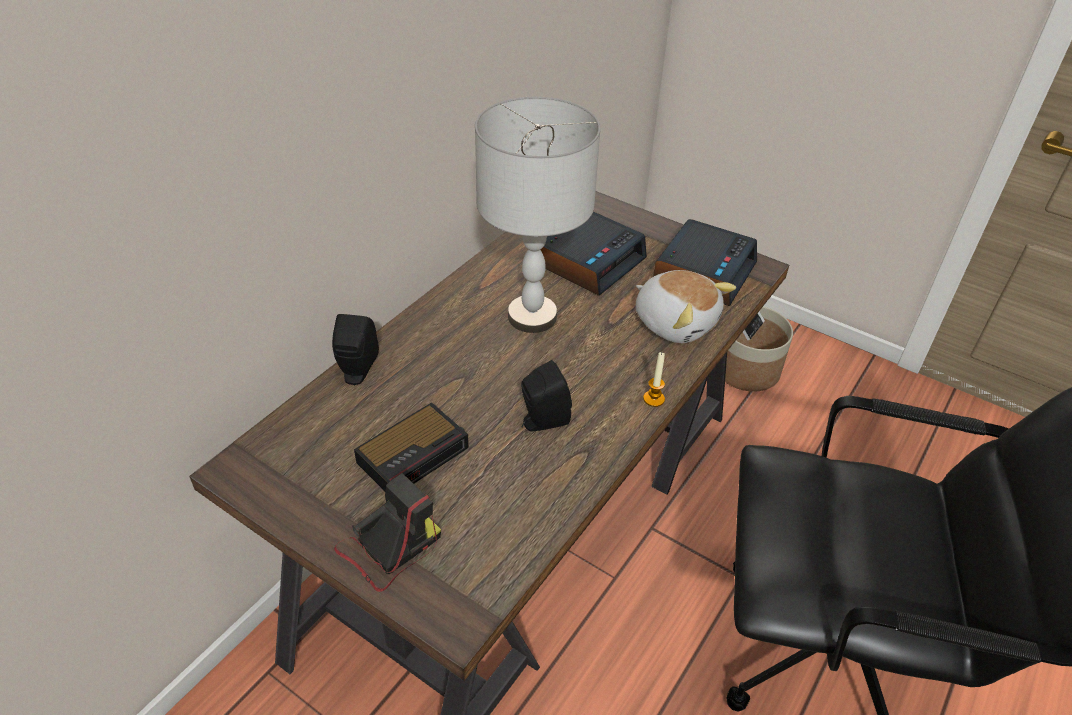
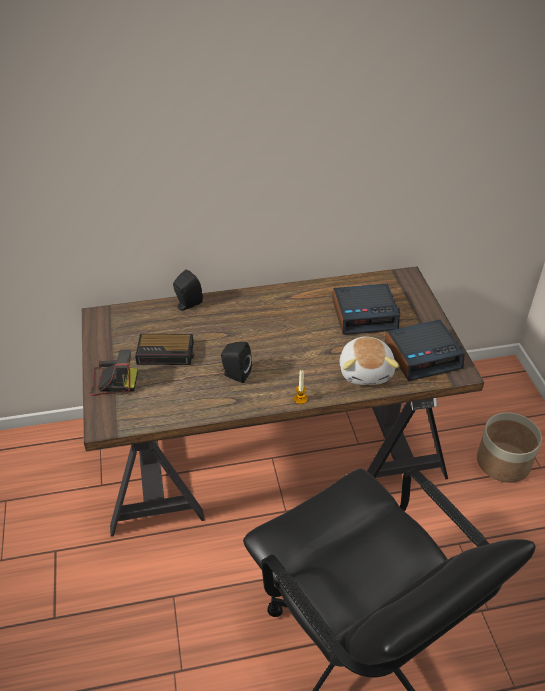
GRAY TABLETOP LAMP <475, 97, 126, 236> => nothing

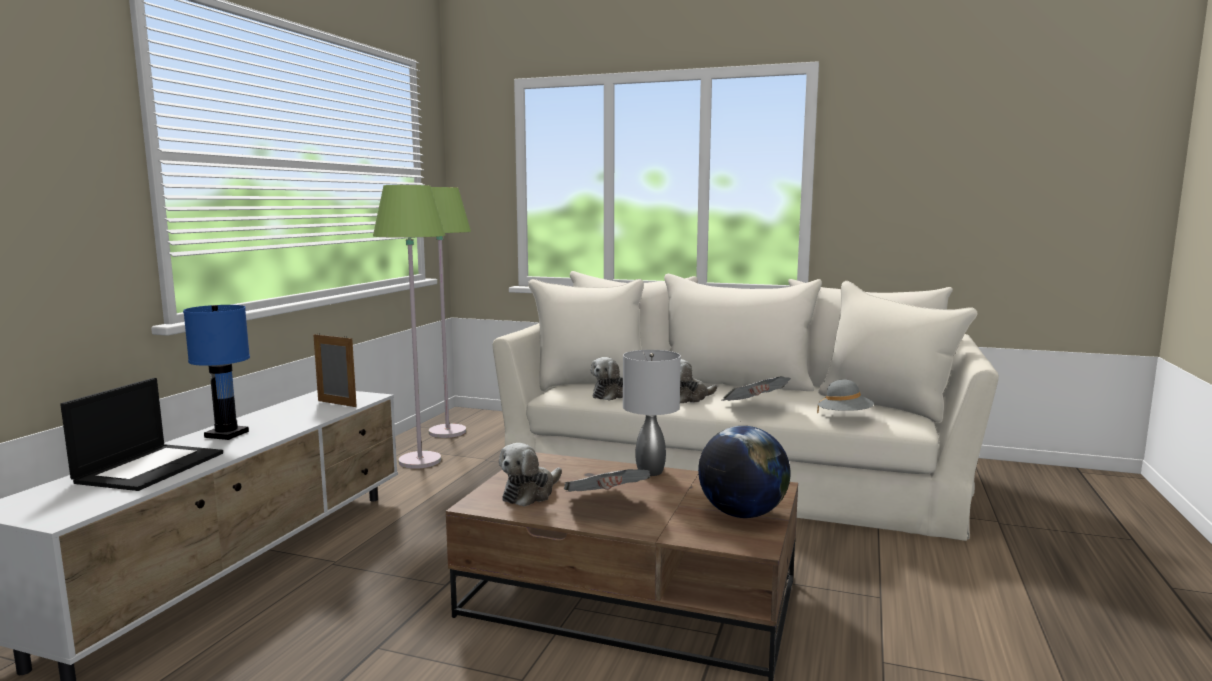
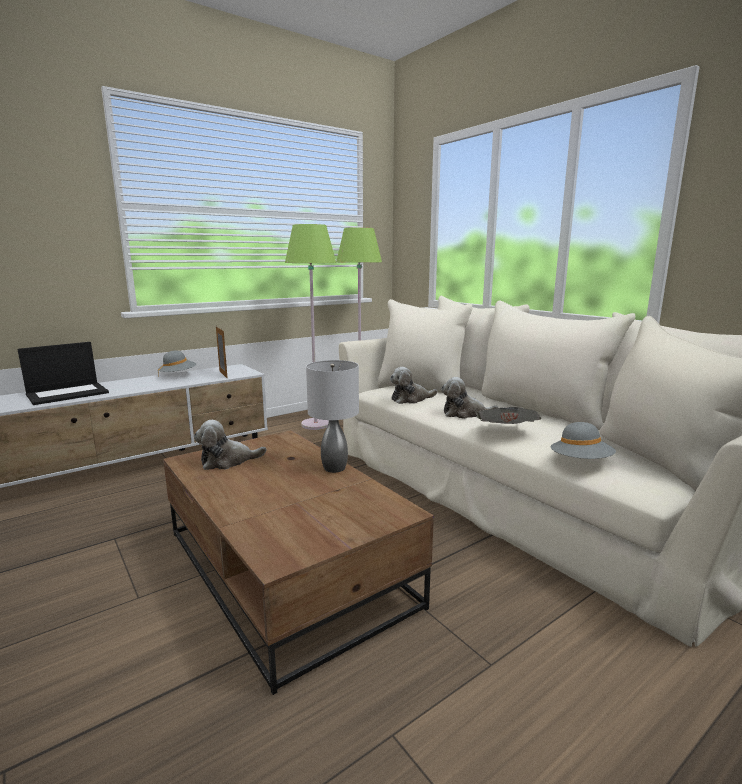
BLUE TABLETOP LAMP <183, 305, 67, 135> => nothing
NEWSPAPER <564, 469, 86, 23> => nothing
WORLD GLOBE <698, 426, 92, 92> => nothing
nothing => GRAY CLOTHING HAT <158, 351, 38, 25>

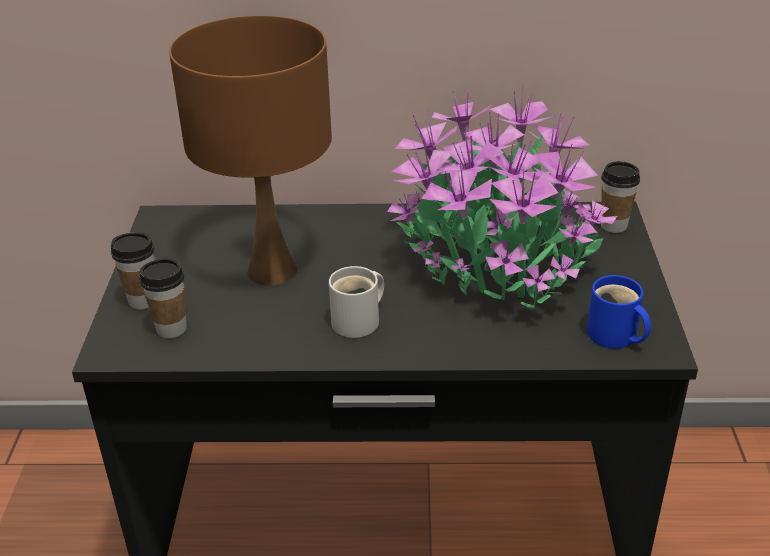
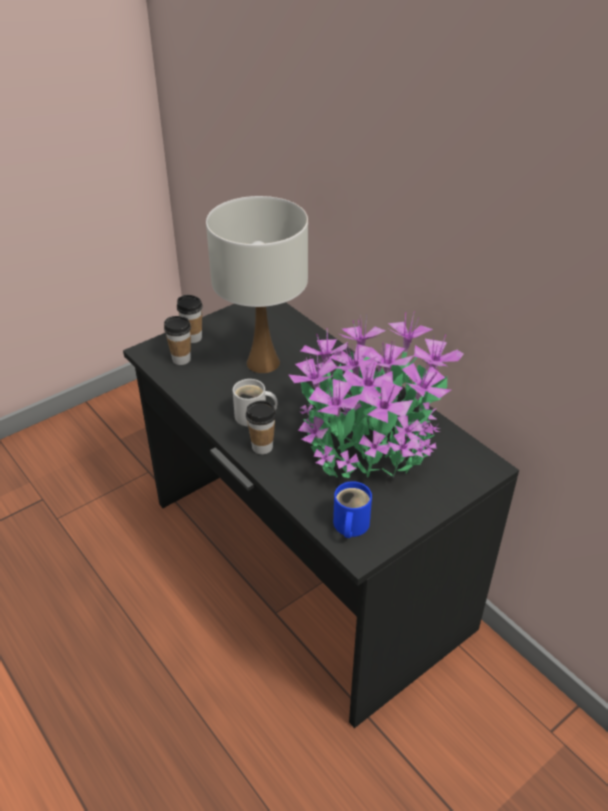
CUP <601, 161, 39, 72> => CUP <246, 400, 30, 54>, relocated
BROWN-COLOURED TABLETOP LAMP <169, 16, 163, 269> => WHITISH TABLETOP LAMP <206, 196, 102, 177>

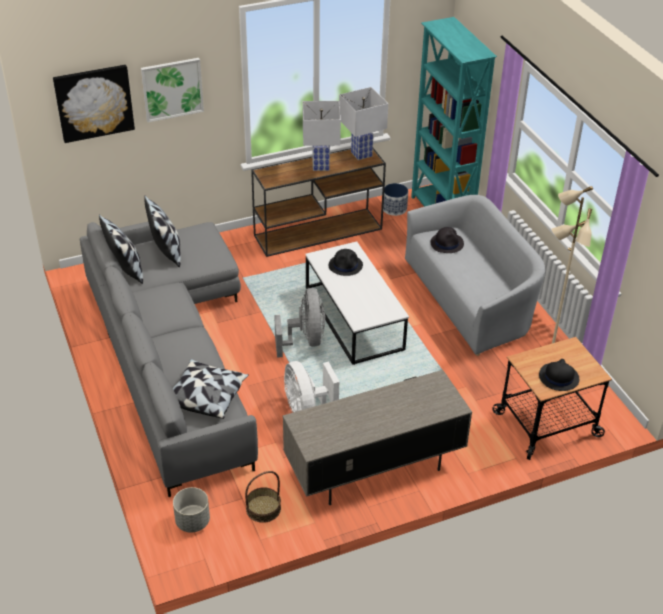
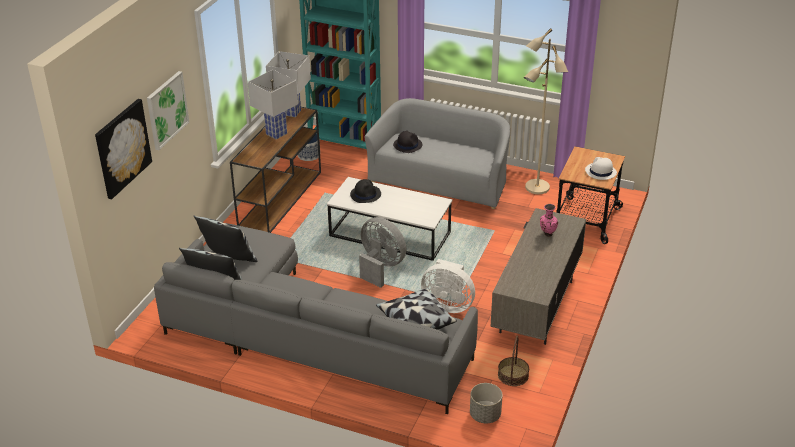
nothing => PINK-COLOURED DECORATIVE VASE <540, 204, 18, 33>
BLACK CLOTHING HAT <539, 359, 40, 32> => WHITISH CLOTHING HAT <585, 157, 32, 23>

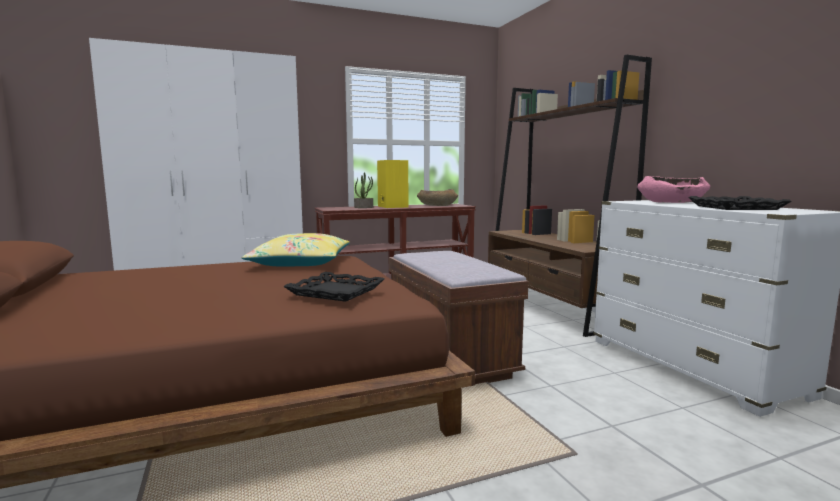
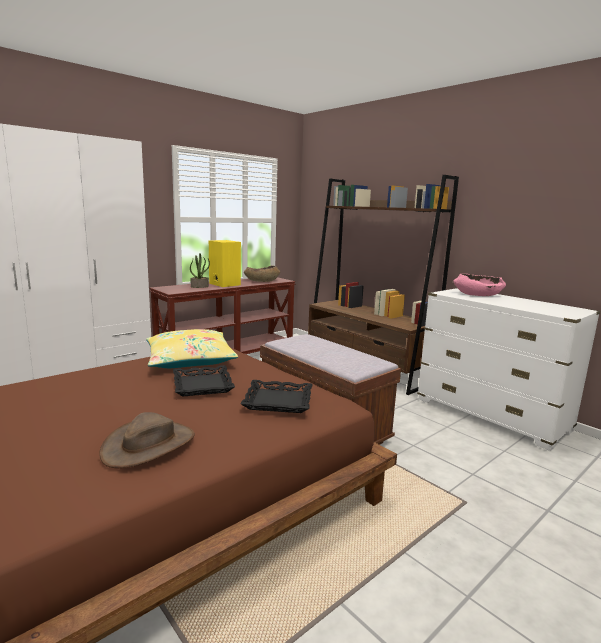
nothing => BROWN-COLOURED CLOTHING HAT <99, 412, 96, 56>
BLACK CARRYING TRAY <688, 196, 104, 14> => BLACK CARRYING TRAY <173, 365, 62, 32>, relocated

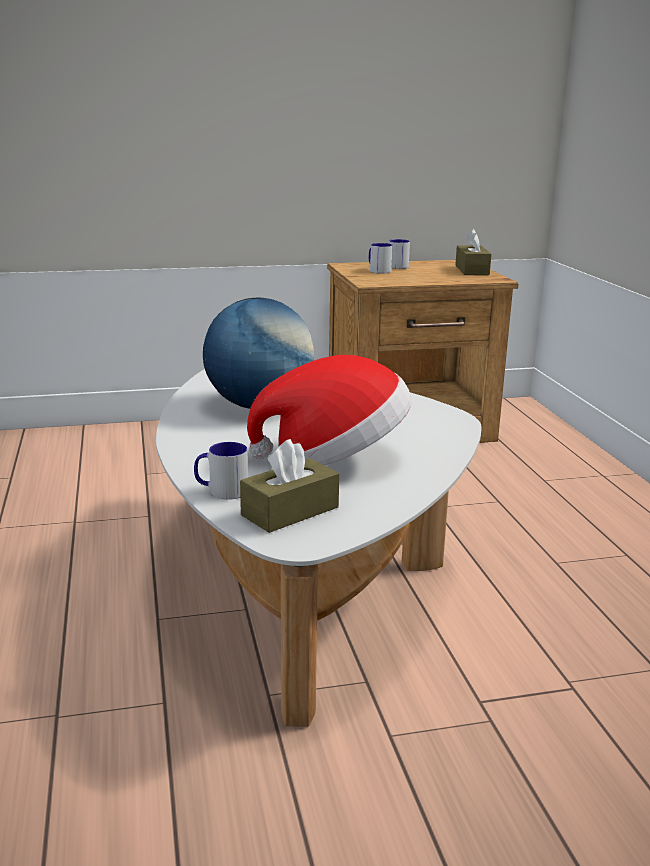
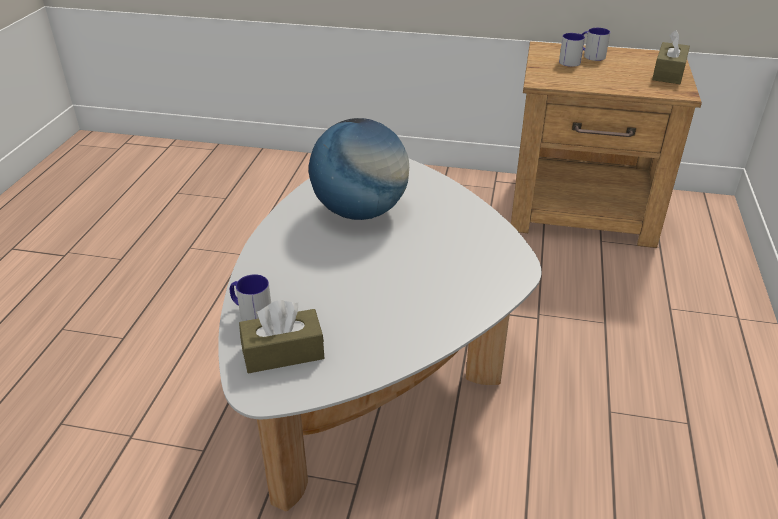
CLOTHING HAT <247, 355, 165, 110> => nothing

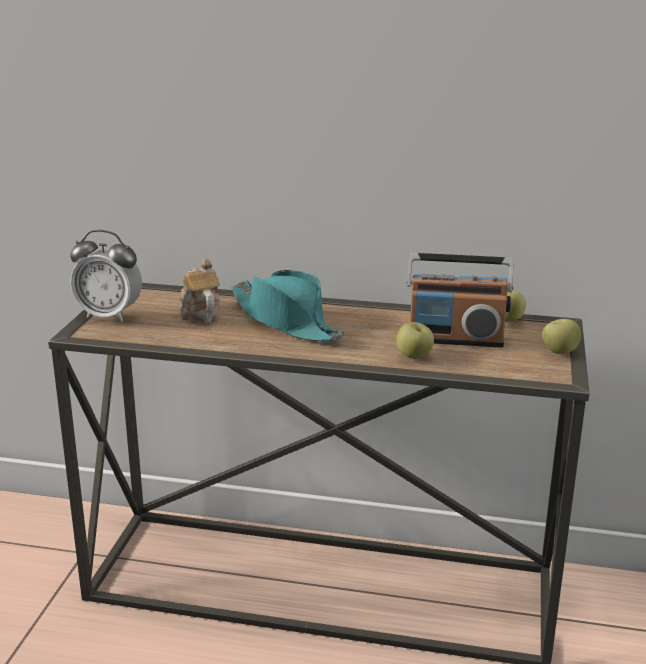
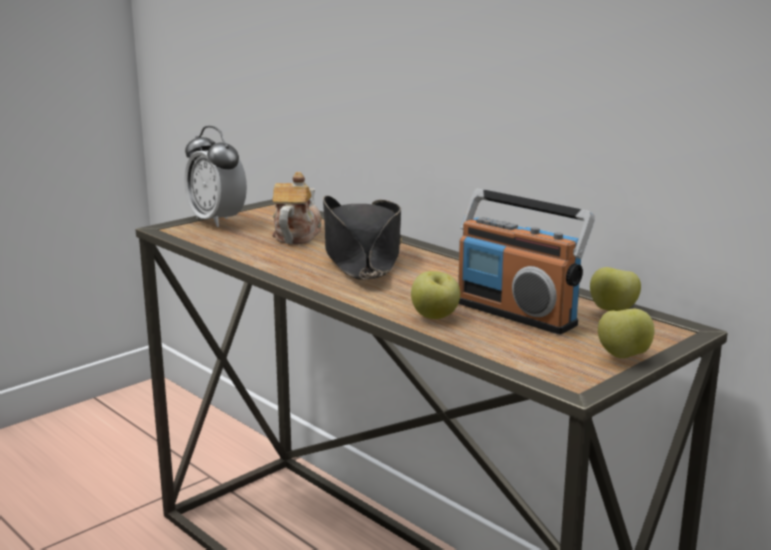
TURQUOISE-COLOURED CLOTHING HAT <231, 270, 114, 71> => BLACK CLOTHING HAT <323, 196, 79, 84>

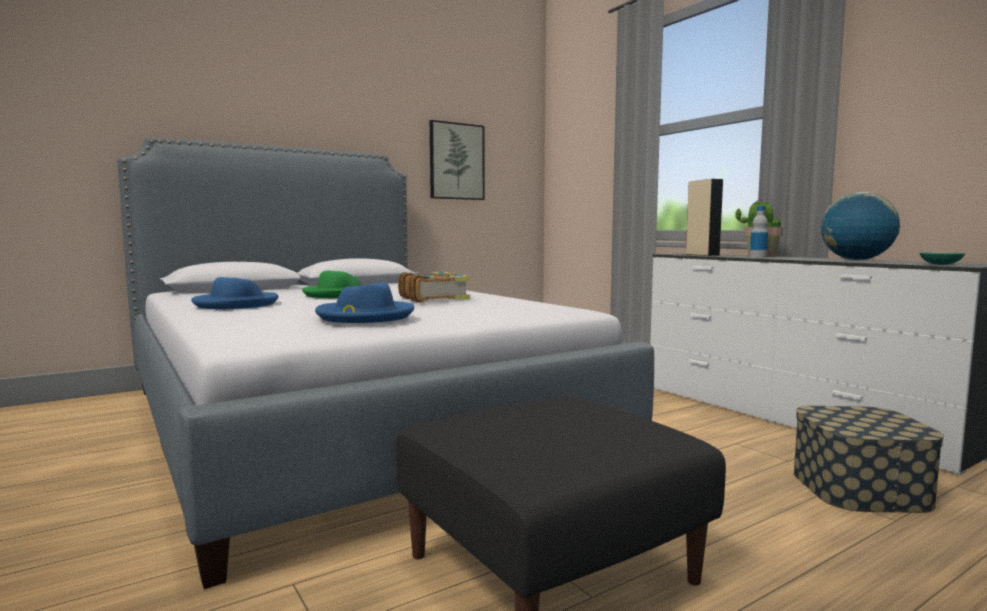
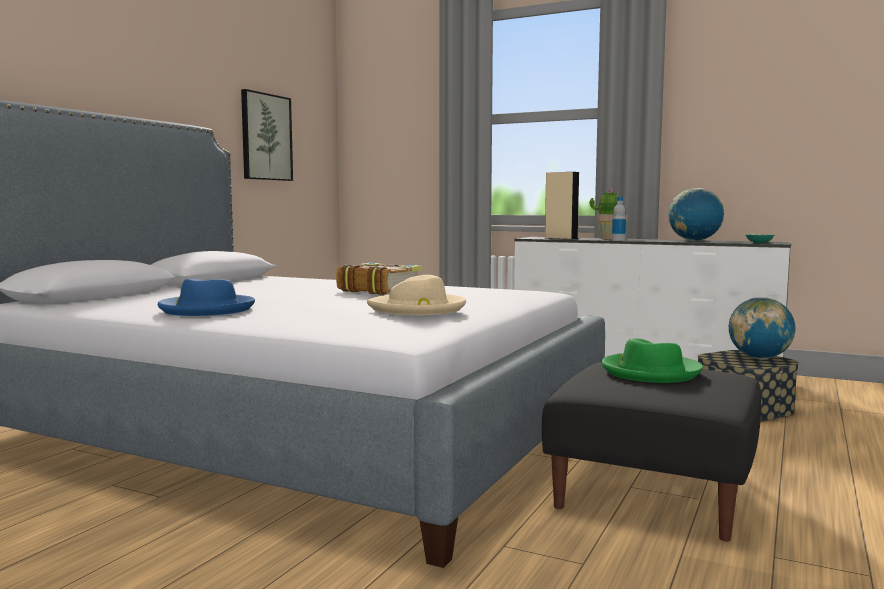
nothing => WORLD GLOBE <729, 297, 67, 62>
GREEN-COLOURED CLOTHING HAT <302, 271, 59, 27> => GREEN-COLOURED CLOTHING HAT <601, 339, 102, 44>, relocated
BLUE CLOTHING HAT <315, 282, 99, 41> => SAND-COLOURED CLOTHING HAT <367, 275, 99, 40>

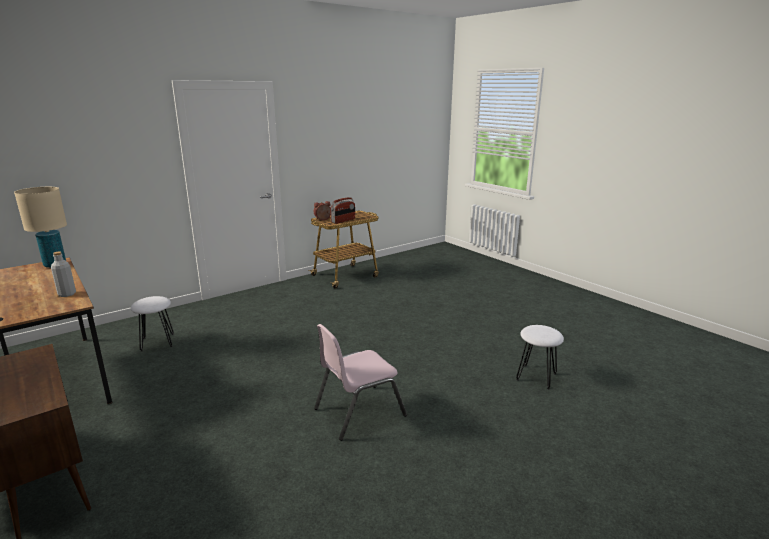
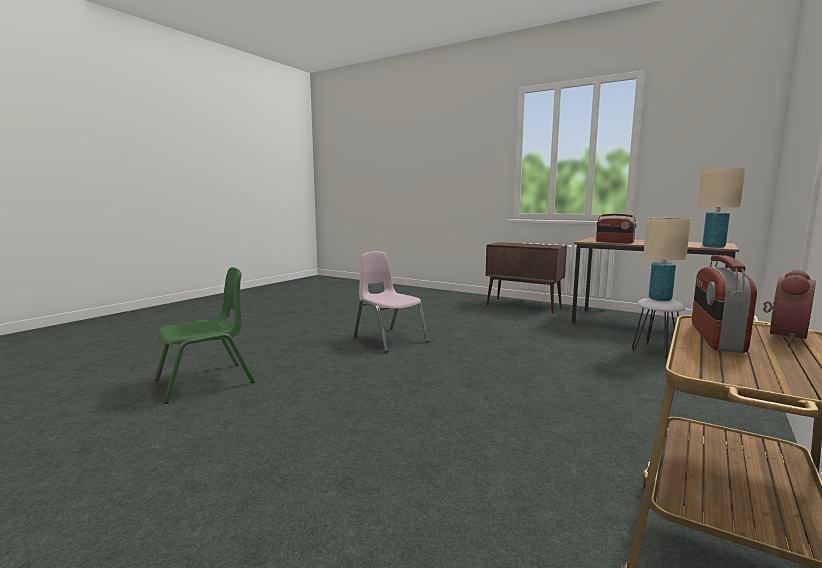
nothing => SAND-COLOURED TABLETOP LAMP <643, 218, 48, 83>
GRAY BOTTLE <51, 252, 25, 45> => RADIO <596, 214, 41, 30>
WHITISH STOOL <516, 325, 48, 64> => GREEN-COLOURED UPRIGHT CHAIR <155, 267, 100, 137>
PINK-COLOURED UPRIGHT CHAIR <314, 324, 93, 117> => PINK-COLOURED UPRIGHT CHAIR <354, 251, 75, 101>, 75 degrees counterclockwise

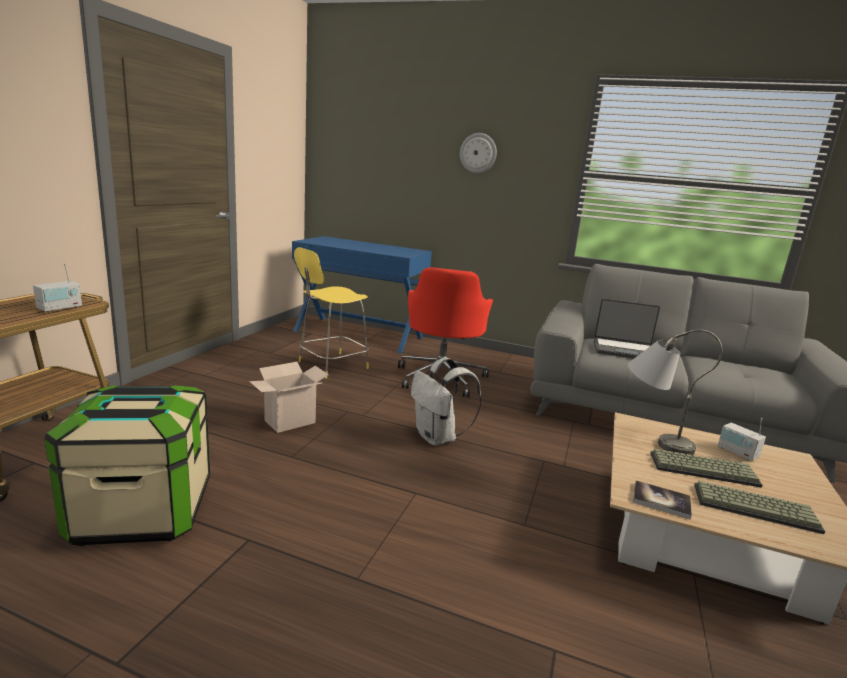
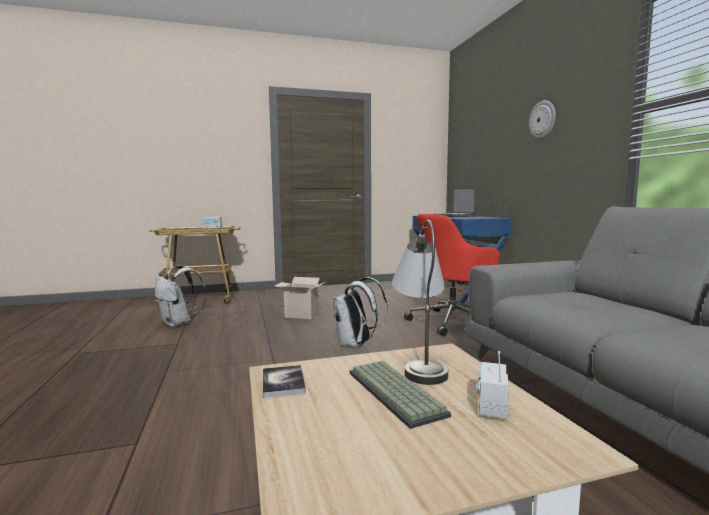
YELLOWISH STOOL <294, 247, 75, 131> => nothing
PC KEYBOARD <694, 481, 131, 53> => nothing
LAPTOP <594, 299, 66, 59> => LAPTOP <436, 188, 40, 29>, relocated
STORAGE BIN <44, 385, 166, 161> => WHITISH KNAPSACK <155, 266, 52, 61>

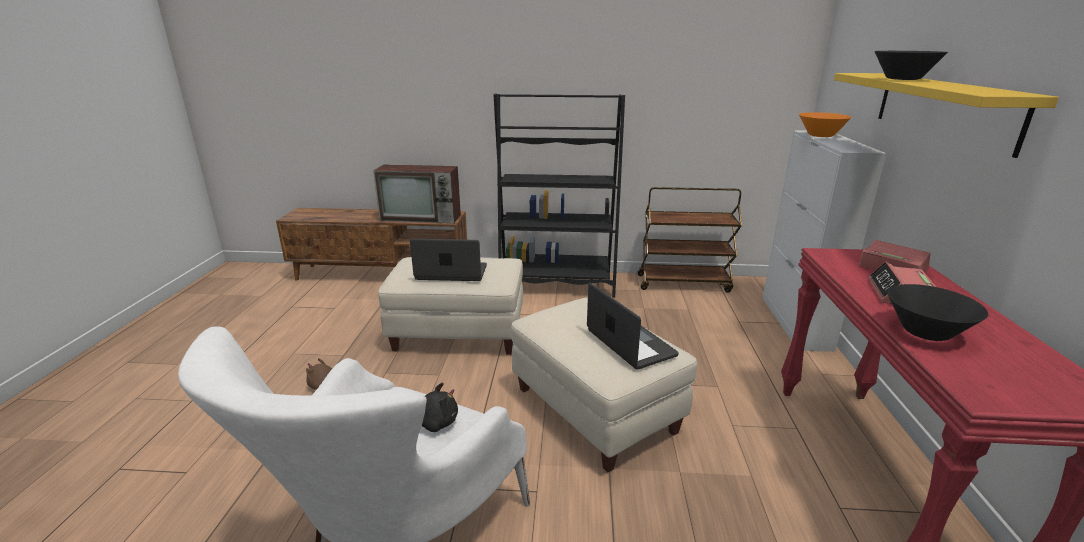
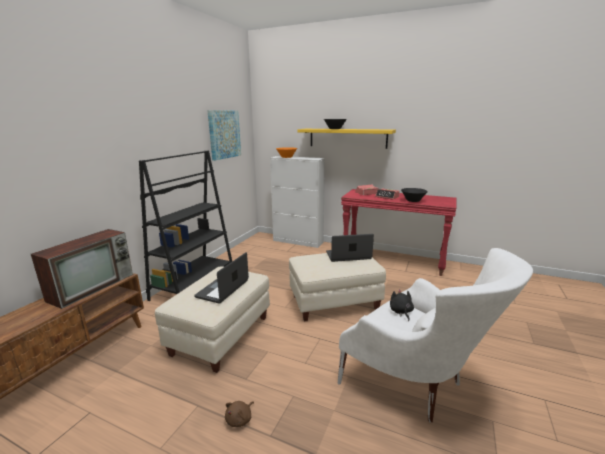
BROWN-COLOURED WHEELED CART <637, 187, 105, 106> => nothing
nothing => PICTURE <207, 110, 34, 51>

